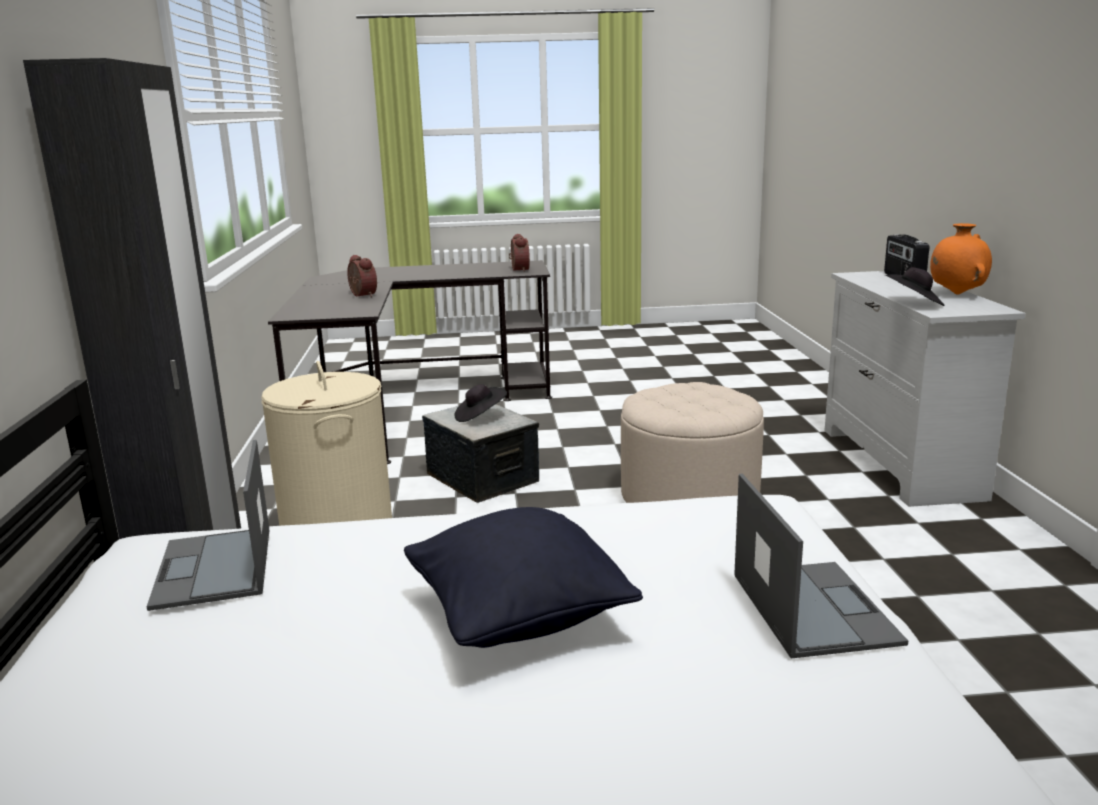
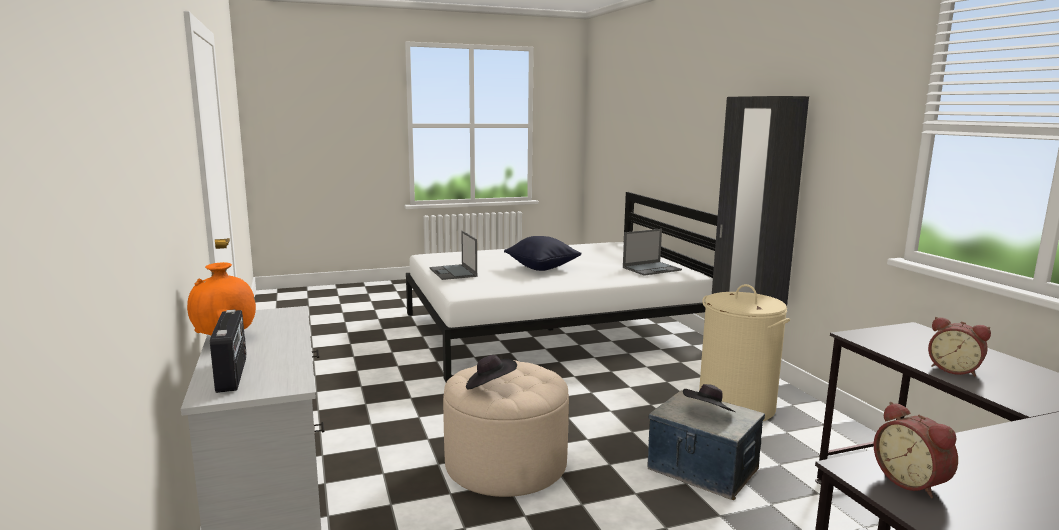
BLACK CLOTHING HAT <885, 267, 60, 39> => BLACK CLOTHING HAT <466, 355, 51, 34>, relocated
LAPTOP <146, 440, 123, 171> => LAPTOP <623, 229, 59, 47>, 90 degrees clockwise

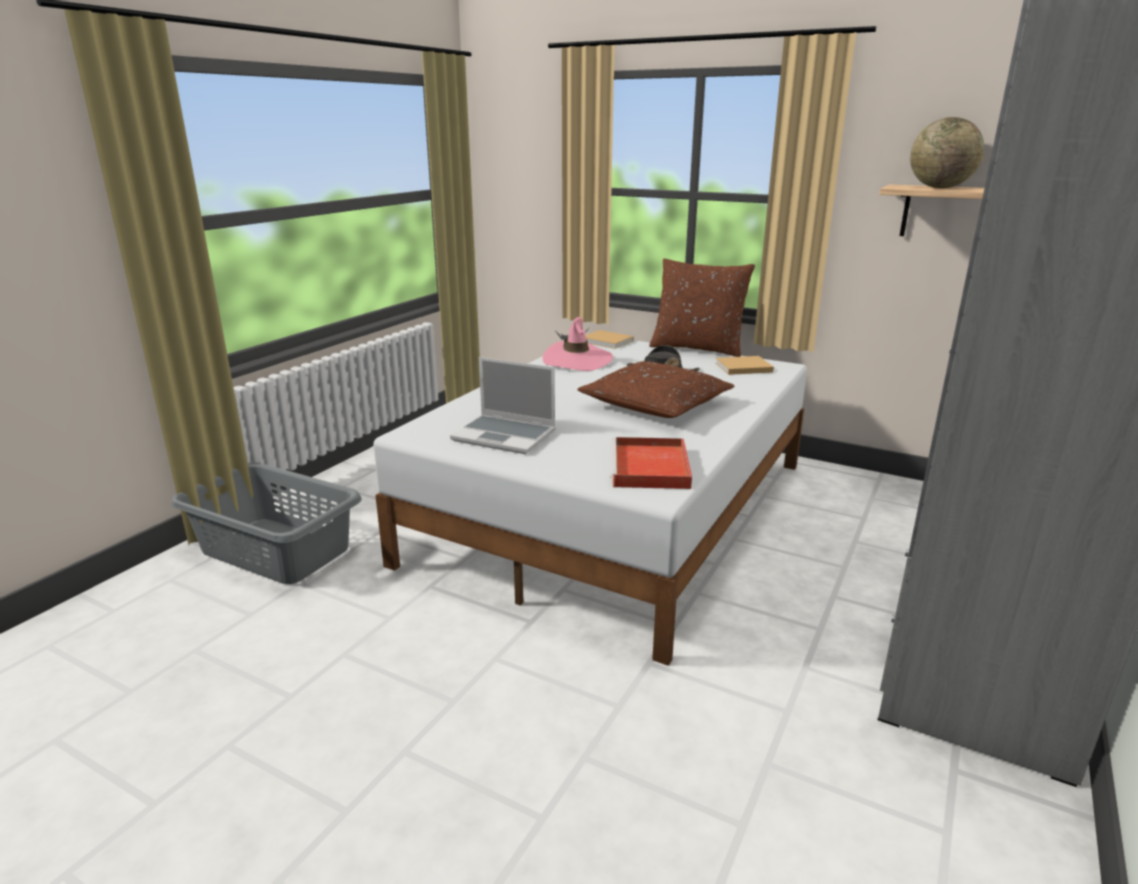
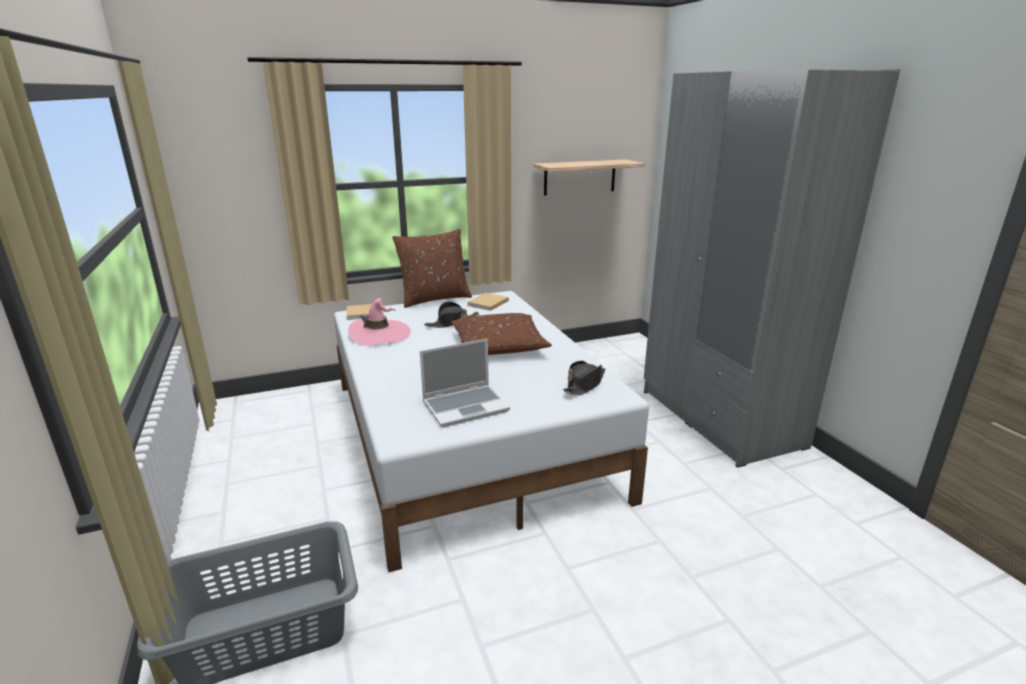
WORLD GLOBE <910, 117, 74, 71> => nothing
RED CARRYING TRAY <610, 437, 82, 52> => BLACK CLOTHING HAT <563, 361, 42, 34>

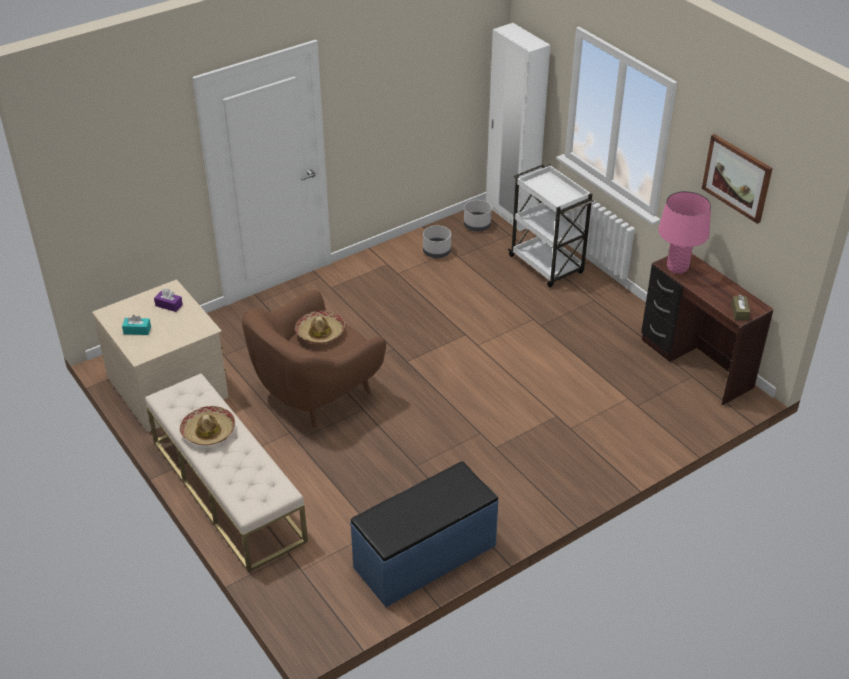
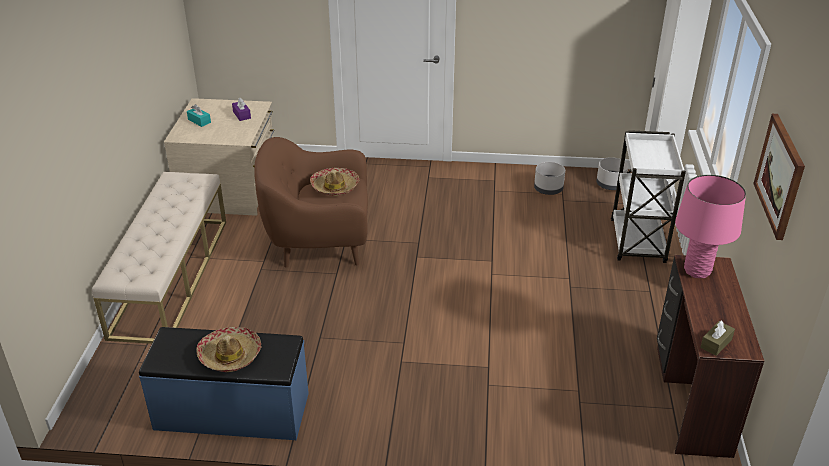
CLOTHING HAT <179, 406, 56, 39> => CLOTHING HAT <196, 327, 66, 45>, relocated

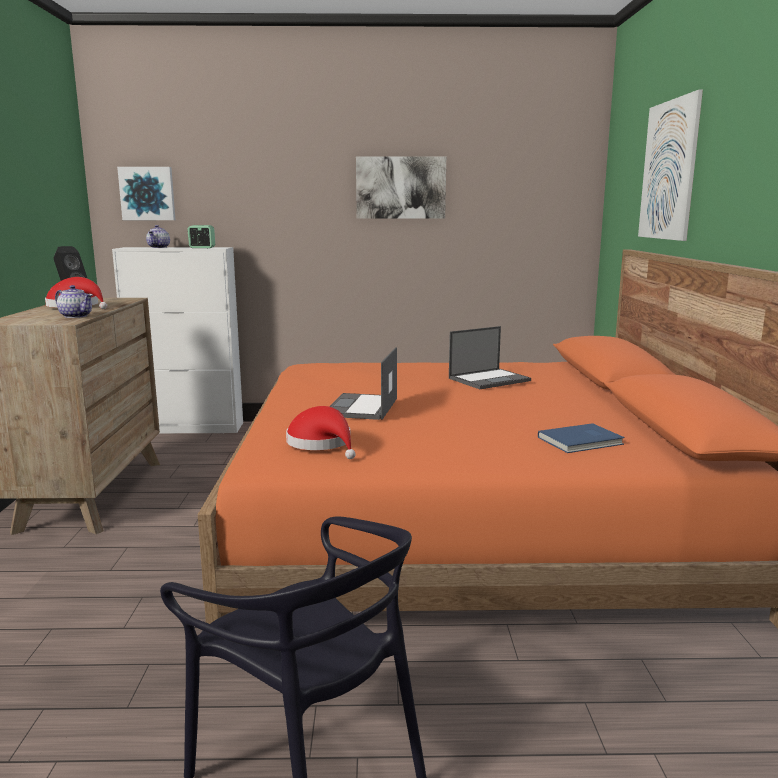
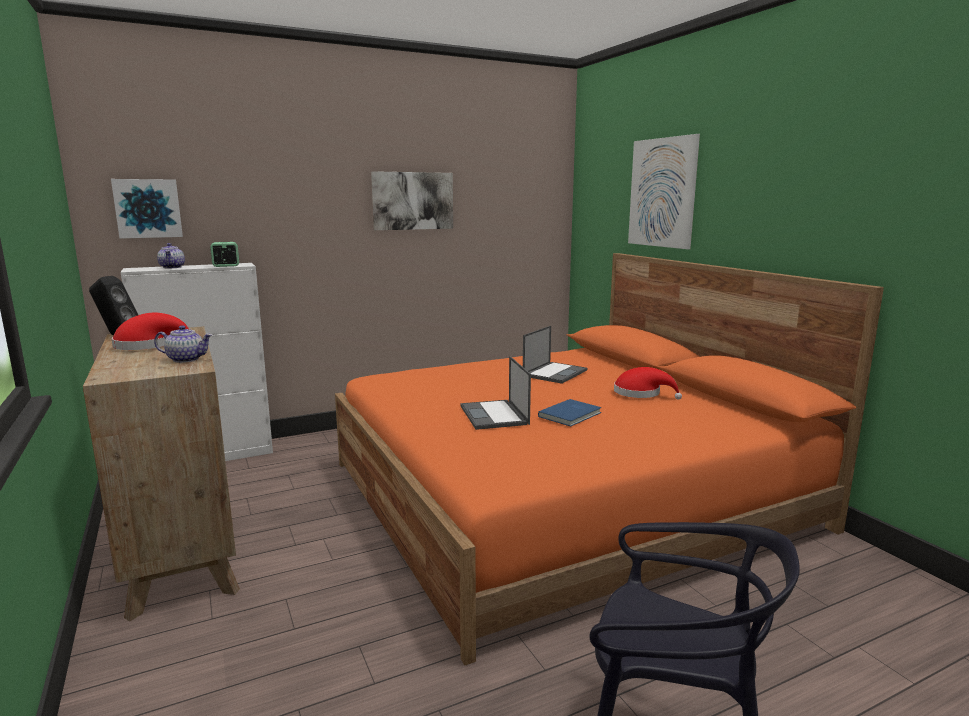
RED CLOTHING HAT <286, 406, 70, 53> => RED CLOTHING HAT <614, 367, 68, 33>, relocated
BLUE BOOK <538, 423, 87, 30> => BLUE BOOK <538, 399, 64, 28>, relocated

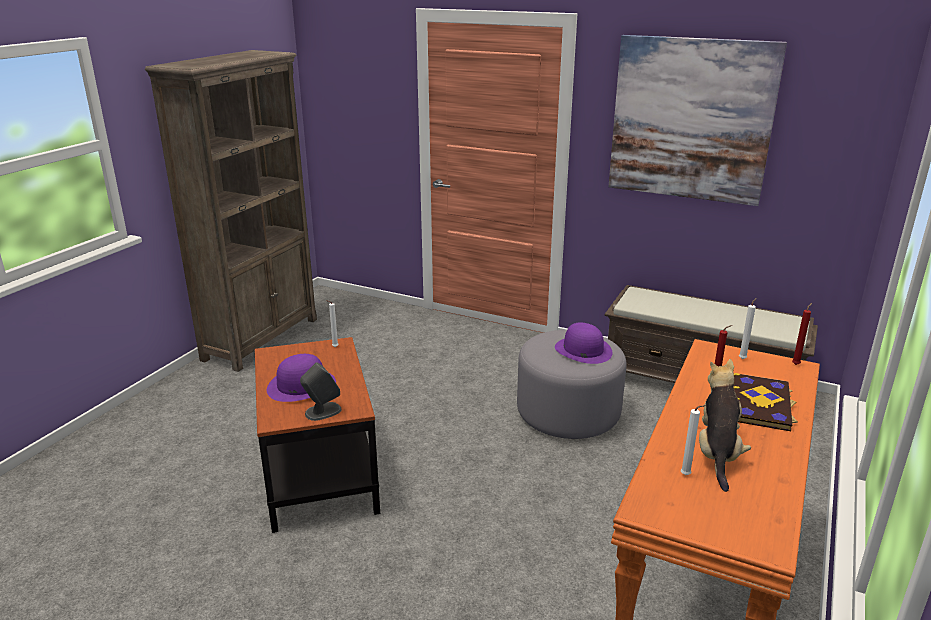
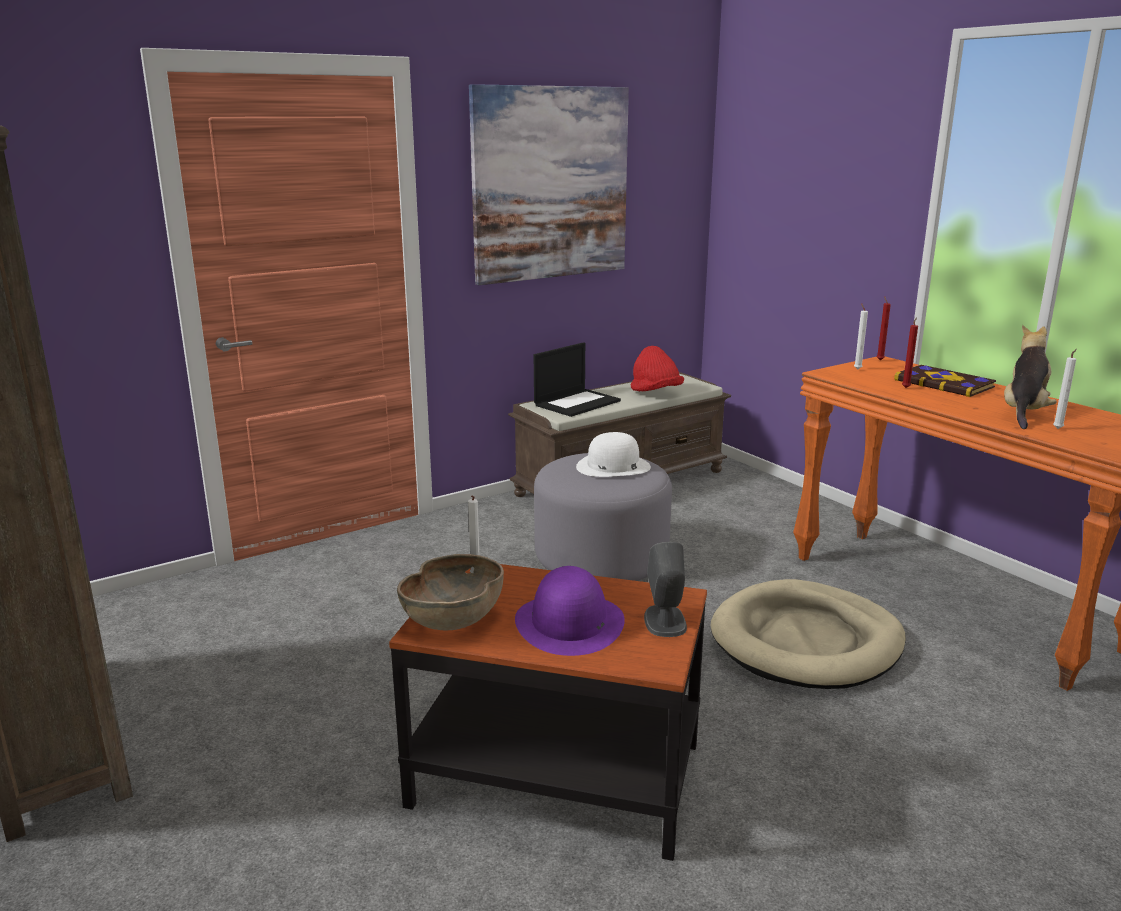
nothing => BROWN-COLOURED BOWL <397, 554, 107, 76>
nothing => LAPTOP <534, 342, 87, 75>
nothing => RED CLOTHING HAT <631, 346, 53, 46>
nothing => SAND-COLOURED DOG BED <711, 579, 195, 110>
PURPLE CLOTHING HAT <555, 322, 58, 42> => WHITISH CLOTHING HAT <576, 432, 75, 45>
SOFT TOY <699, 359, 52, 133> => SOFT TOY <1004, 325, 53, 104>, 75 degrees clockwise

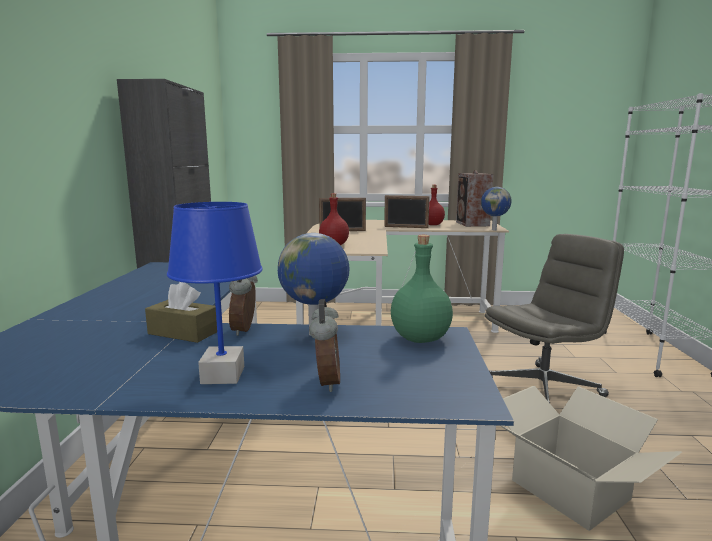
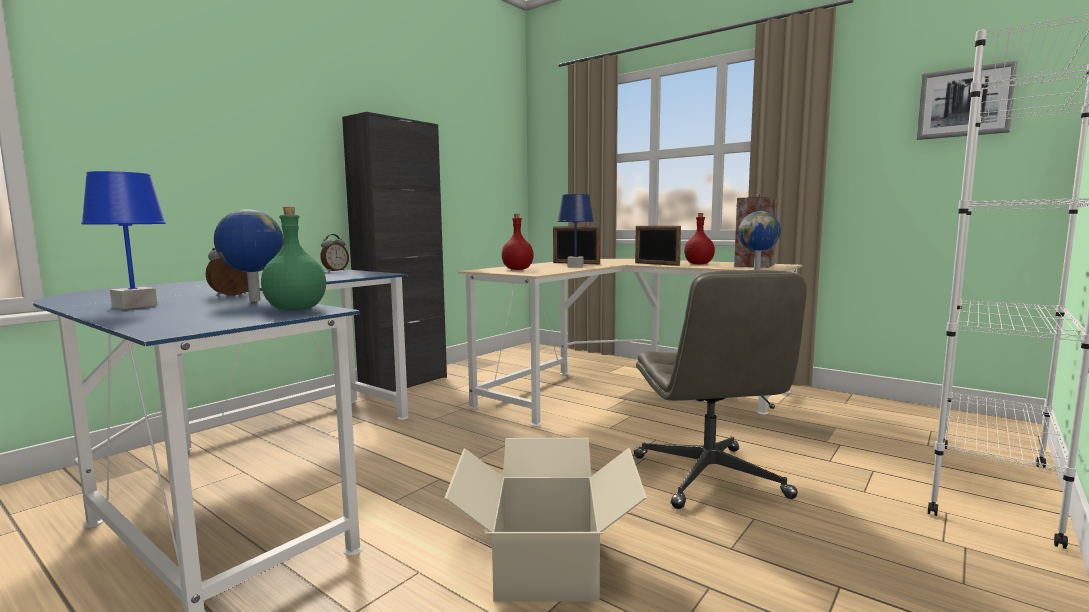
BROWN-COLOURED BOX OF TISSUES <145, 282, 72, 61> => nothing
nothing => BLUE TABLETOP LAMP <557, 194, 37, 73>
nothing => PICTURE <917, 60, 101, 80>
ALARM CLOCK <309, 299, 31, 93> => ALARM CLOCK <320, 234, 29, 38>, relocated
GRAY COMPUTER CHAIR <485, 234, 139, 169> => GRAY COMPUTER CHAIR <634, 270, 173, 239>, 75 degrees clockwise

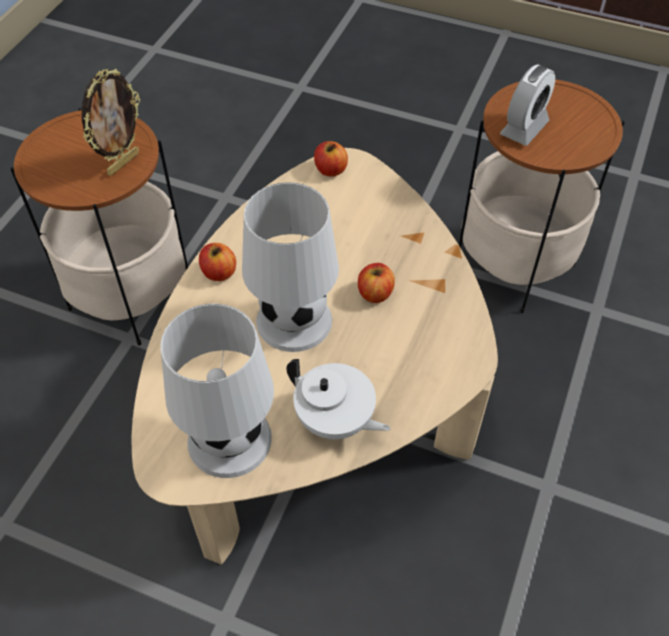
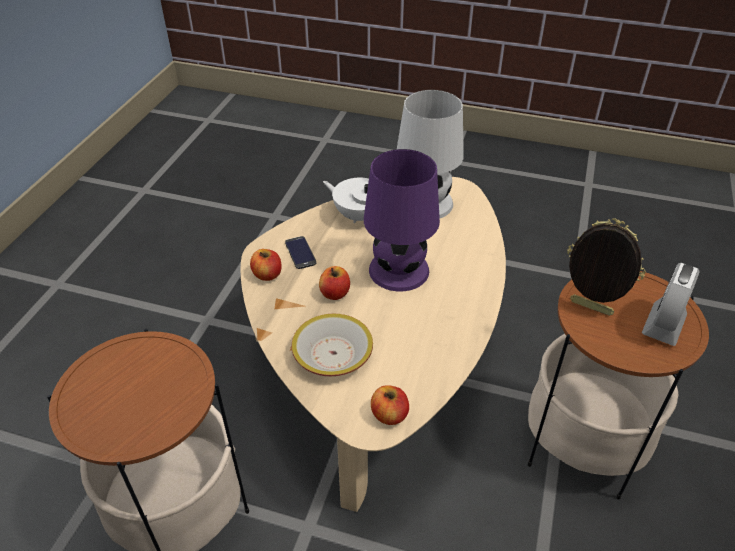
nothing => TELEPHONE <285, 236, 31, 33>
nothing => BOWL <292, 314, 81, 62>
WHOLE APPLE <199, 243, 37, 38> => WHOLE APPLE <250, 249, 32, 32>, relocated
ALARM CLOCK <500, 64, 55, 82> => ALARM CLOCK <642, 263, 58, 83>, relocated
WHITISH TABLETOP LAMP <242, 182, 97, 170> => PURPLE TABLETOP LAMP <364, 149, 76, 142>
PICTURE FRAME <82, 69, 58, 107> => PICTURE FRAME <567, 218, 79, 98>, 90 degrees clockwise

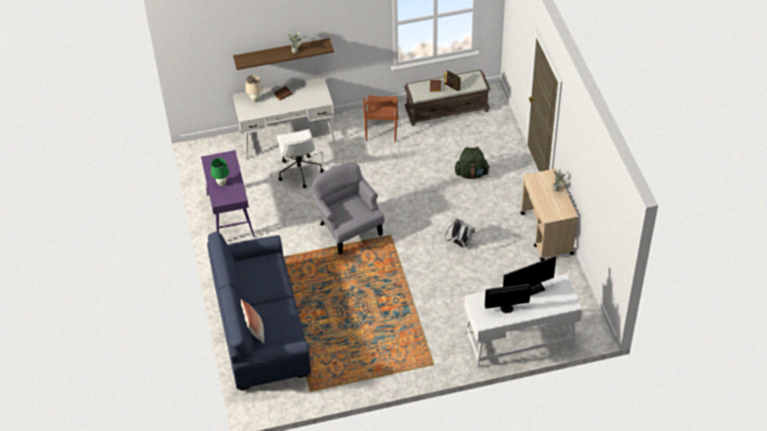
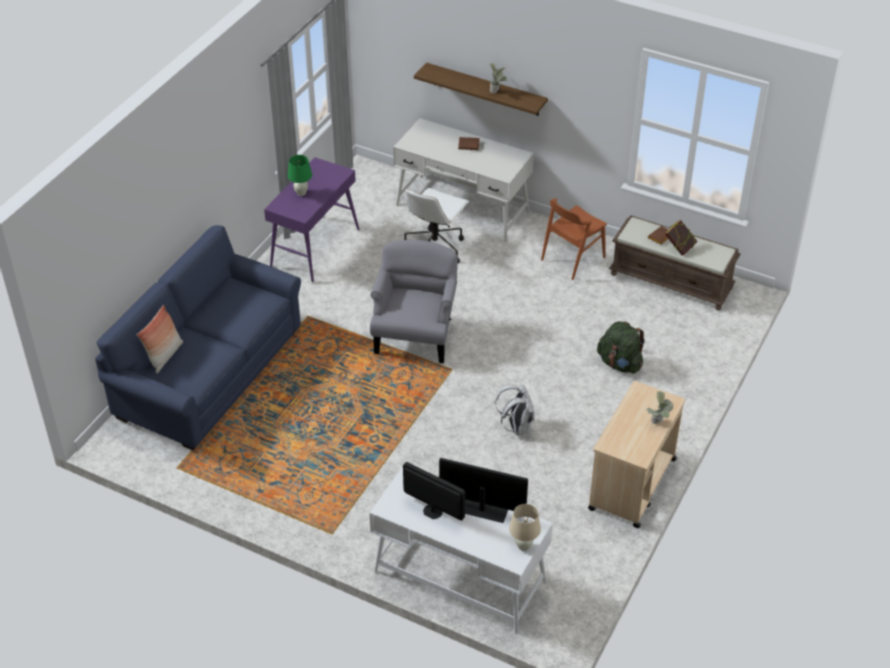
SAND-COLOURED TABLETOP LAMP <245, 75, 18, 28> => SAND-COLOURED TABLETOP LAMP <509, 504, 32, 47>, relocated

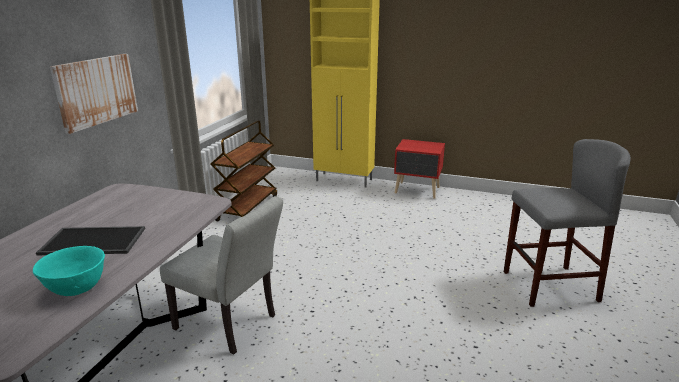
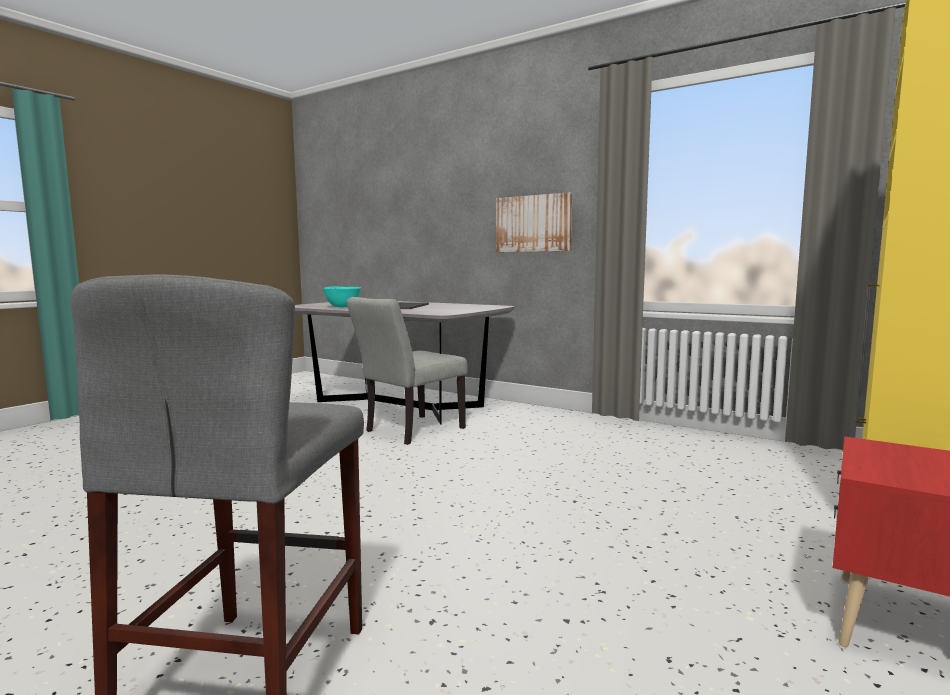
BROWN-COLOURED WHEELED CART <211, 120, 66, 101> => nothing

